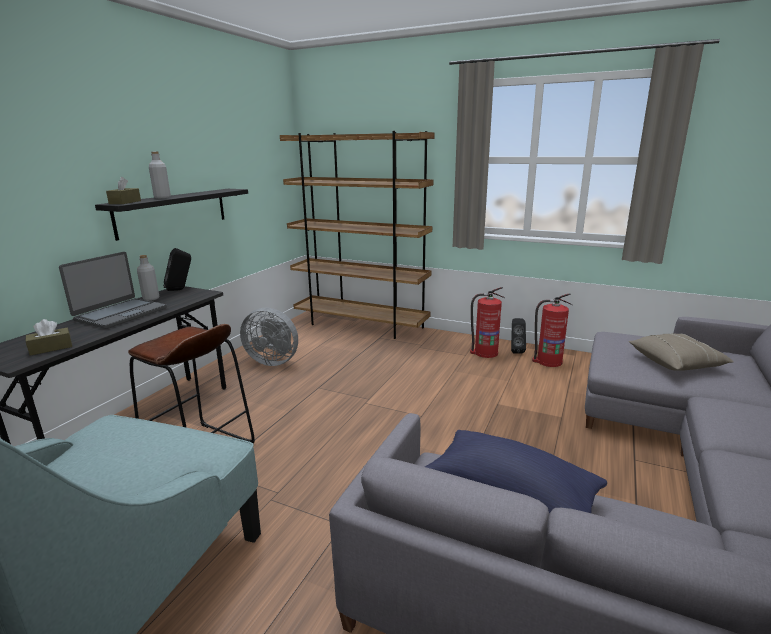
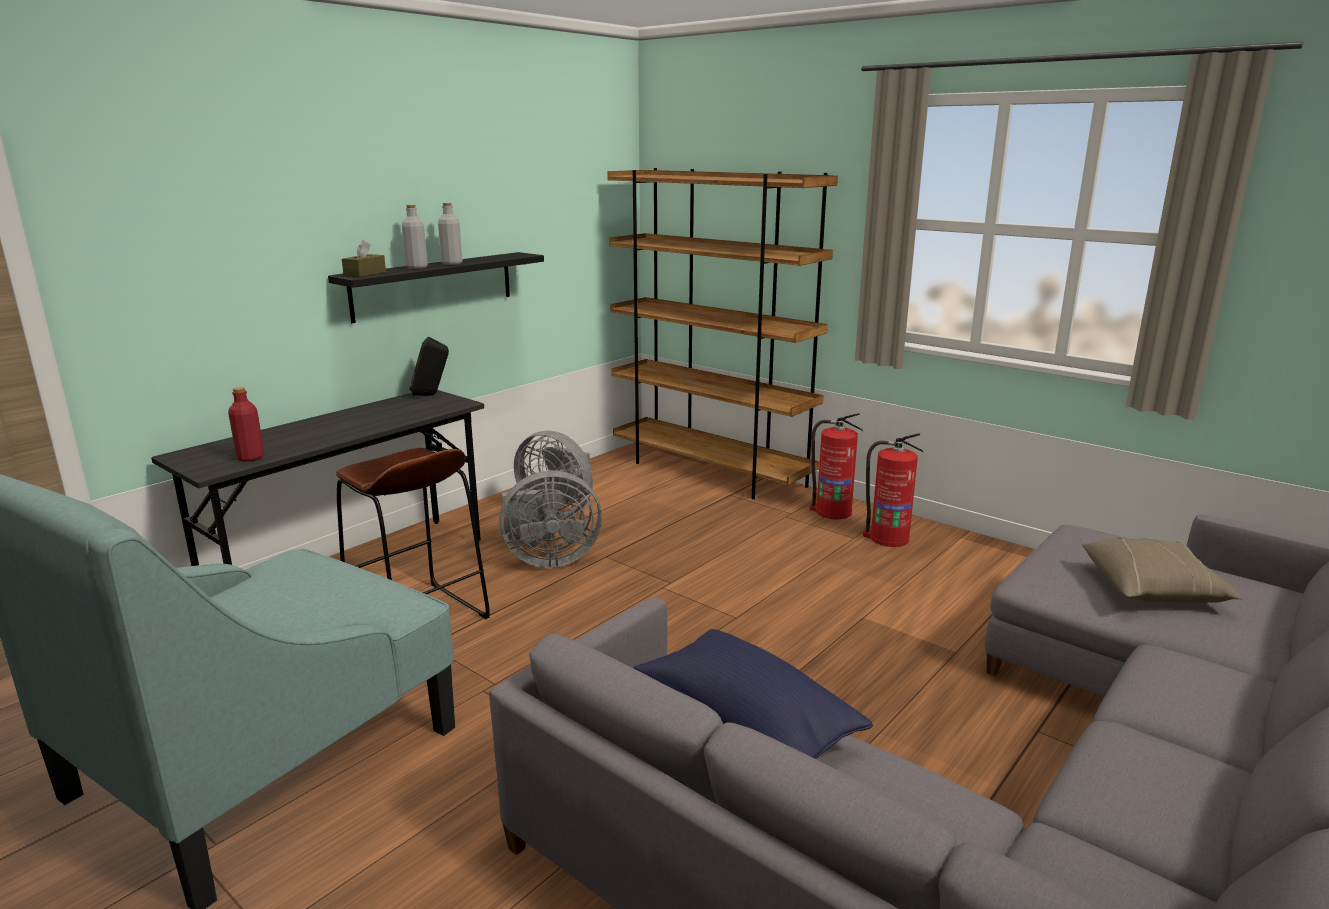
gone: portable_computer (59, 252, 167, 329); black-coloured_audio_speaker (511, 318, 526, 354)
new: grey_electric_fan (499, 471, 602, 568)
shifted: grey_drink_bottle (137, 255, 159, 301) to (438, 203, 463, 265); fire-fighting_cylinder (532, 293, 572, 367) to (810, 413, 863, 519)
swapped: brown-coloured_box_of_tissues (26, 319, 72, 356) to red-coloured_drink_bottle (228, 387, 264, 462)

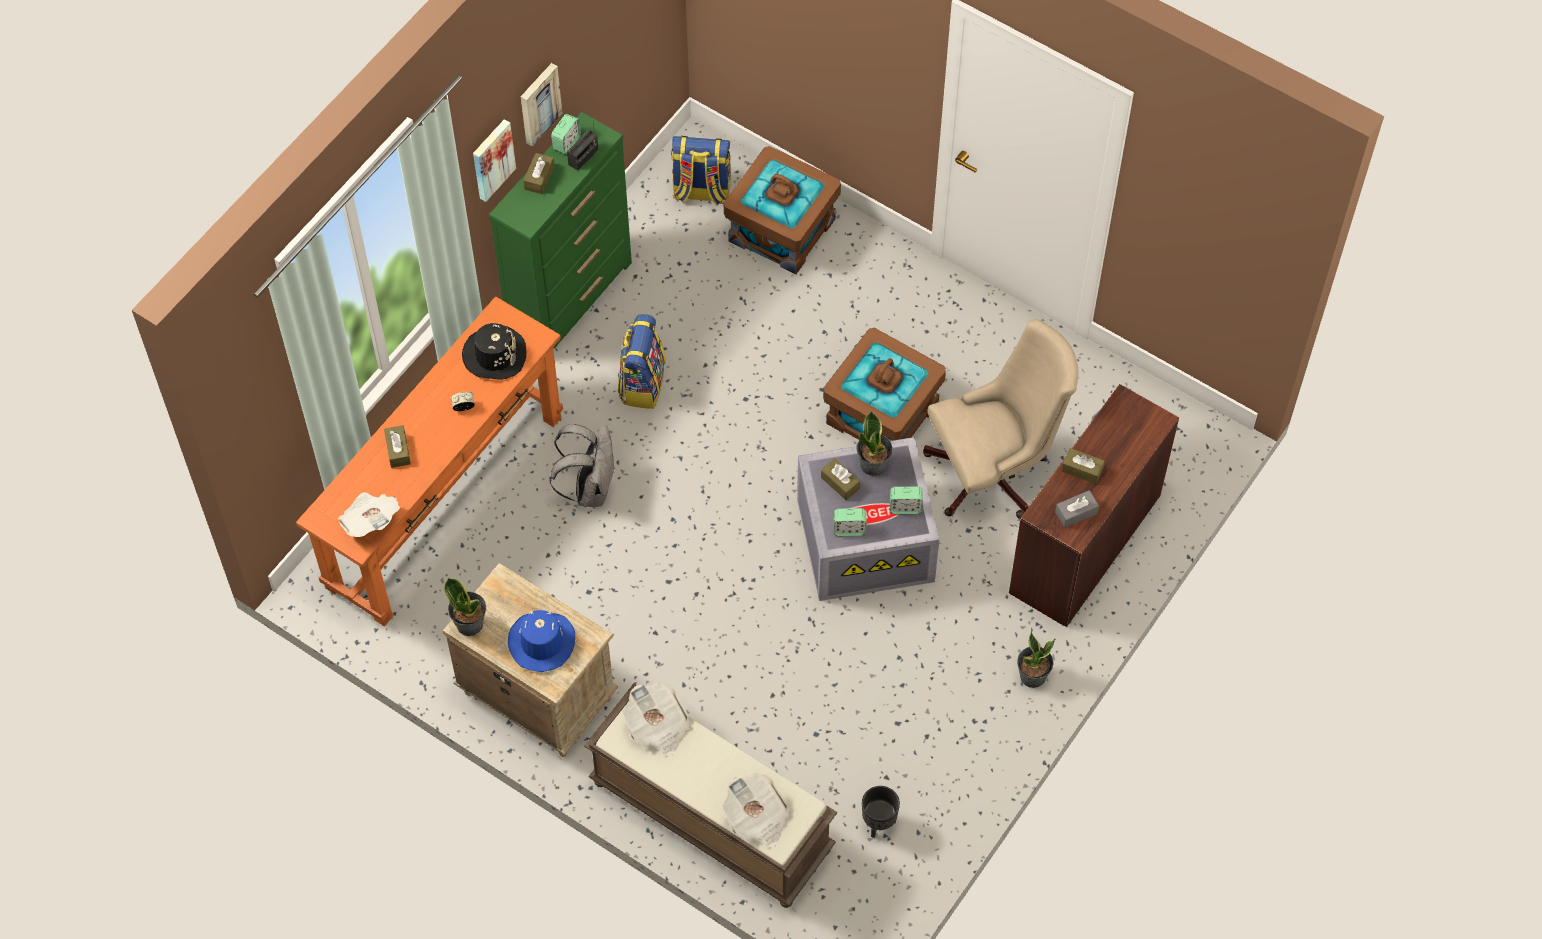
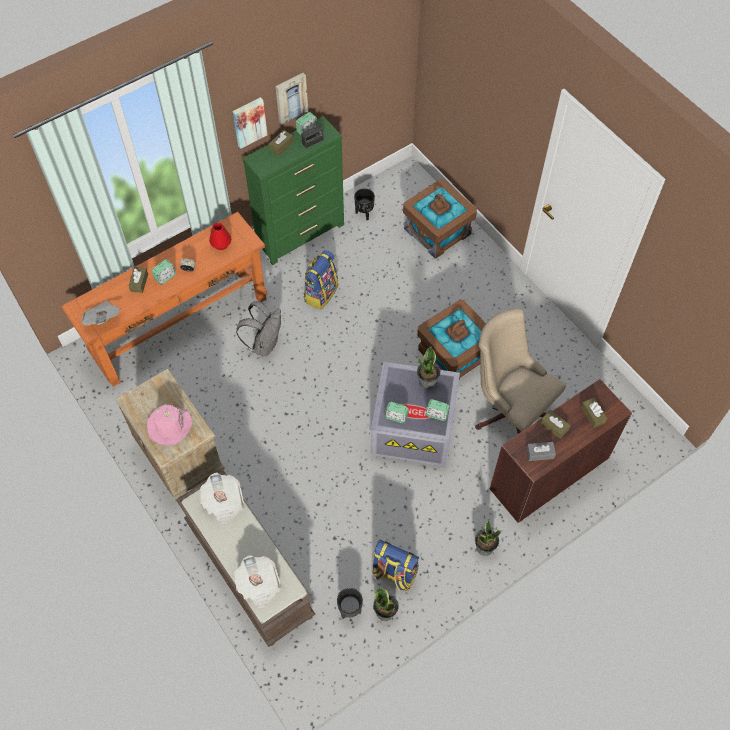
new: table_clock (152, 259, 176, 285); black-coloured_flower_pot (354, 188, 375, 220)
shifted: plant_in_a_pot (444, 578, 486, 636) to (373, 588, 399, 621); backpack (671, 136, 731, 206) to (372, 540, 419, 591); brown-coloured_box_of_tissues (821, 459, 860, 500) to (581, 398, 607, 428)
swapped: black-coloured_clothing_hat (462, 323, 526, 380) to red-coloured_vase (209, 222, 231, 250)
repainted: bluish_clothing_hat (508, 610, 575, 672) to pink-coloured_clothing_hat (147, 404, 192, 446)
rotated: beige_office_chair (923, 319, 1078, 519) = (475, 308, 566, 434) 135 degrees counterclockwise

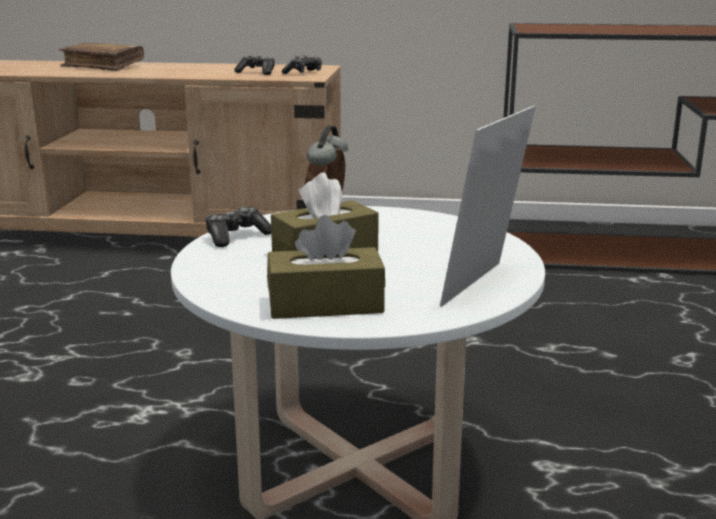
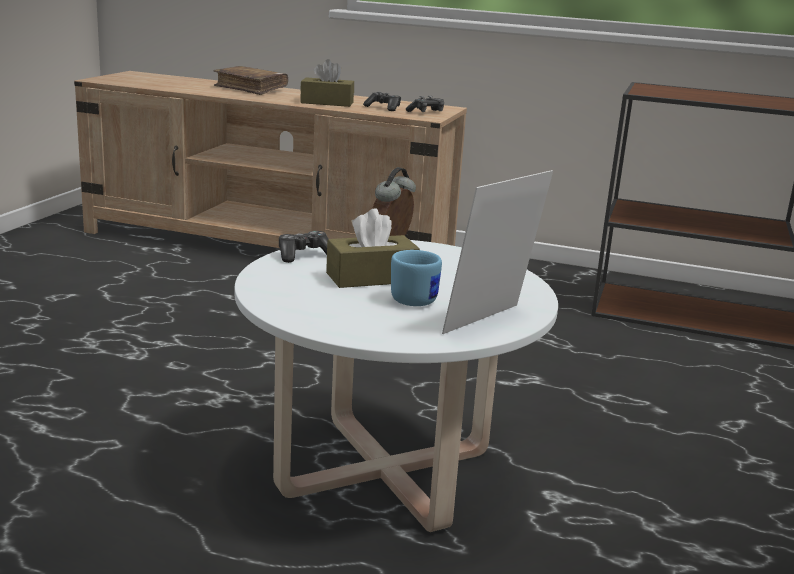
new: bluish_tea_mug (391, 250, 442, 306)
shifted: brown-coloured_box_of_tissues (267, 215, 385, 319) to (300, 59, 354, 107)

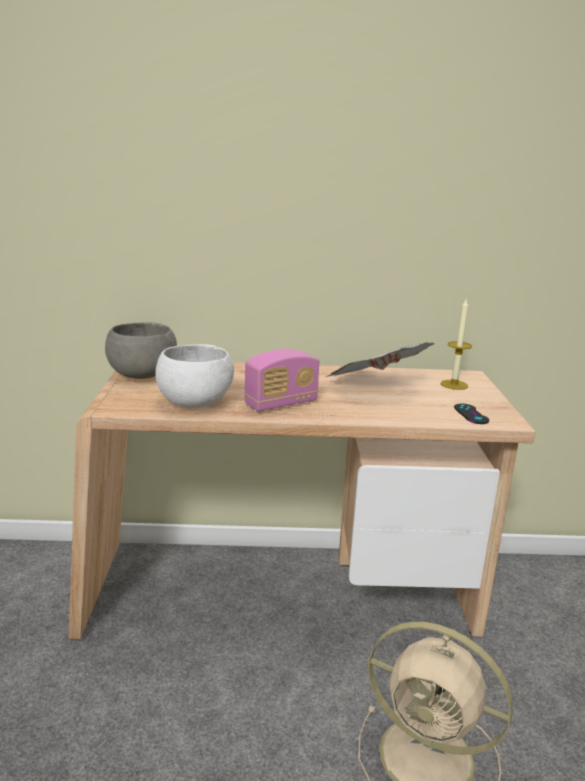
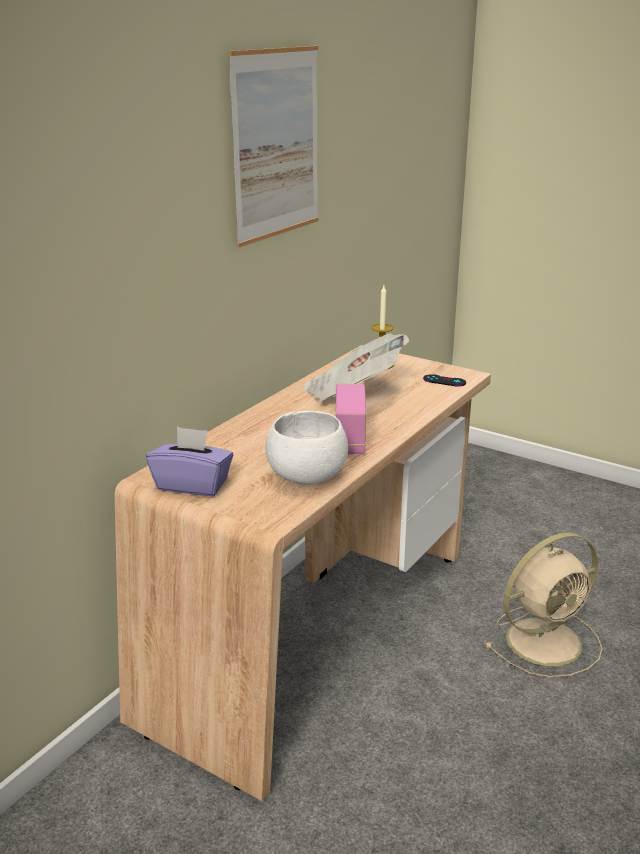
new: picture (228, 46, 318, 247)
swapped: grey_deep_dish (105, 322, 177, 379) to purple-coloured_box_of_tissues (146, 427, 233, 496)

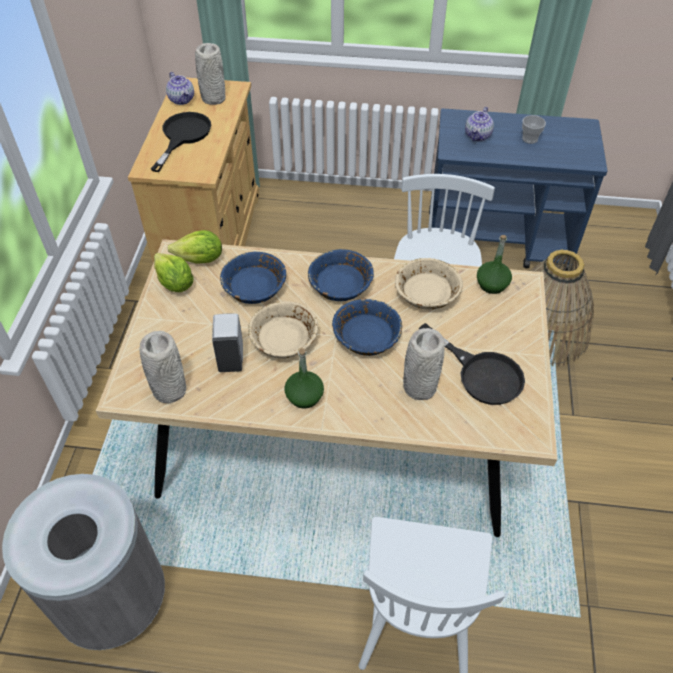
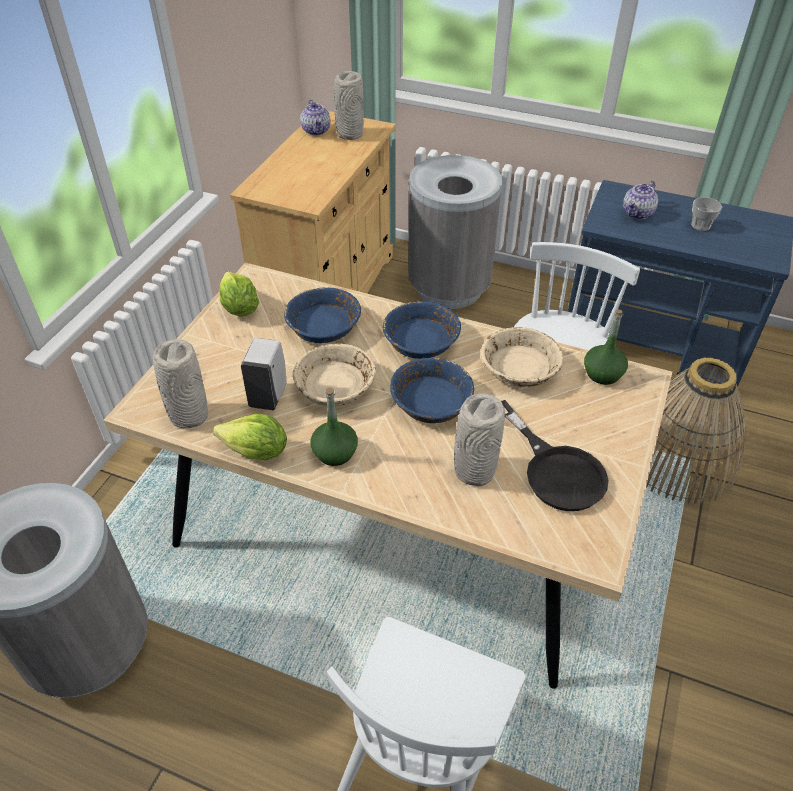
gone: black-coloured_frying_pan (151, 112, 211, 172)
new: grey_trash_can (408, 155, 502, 309)
shifted: head_of_lettuce (168, 230, 222, 264) to (213, 414, 287, 460)

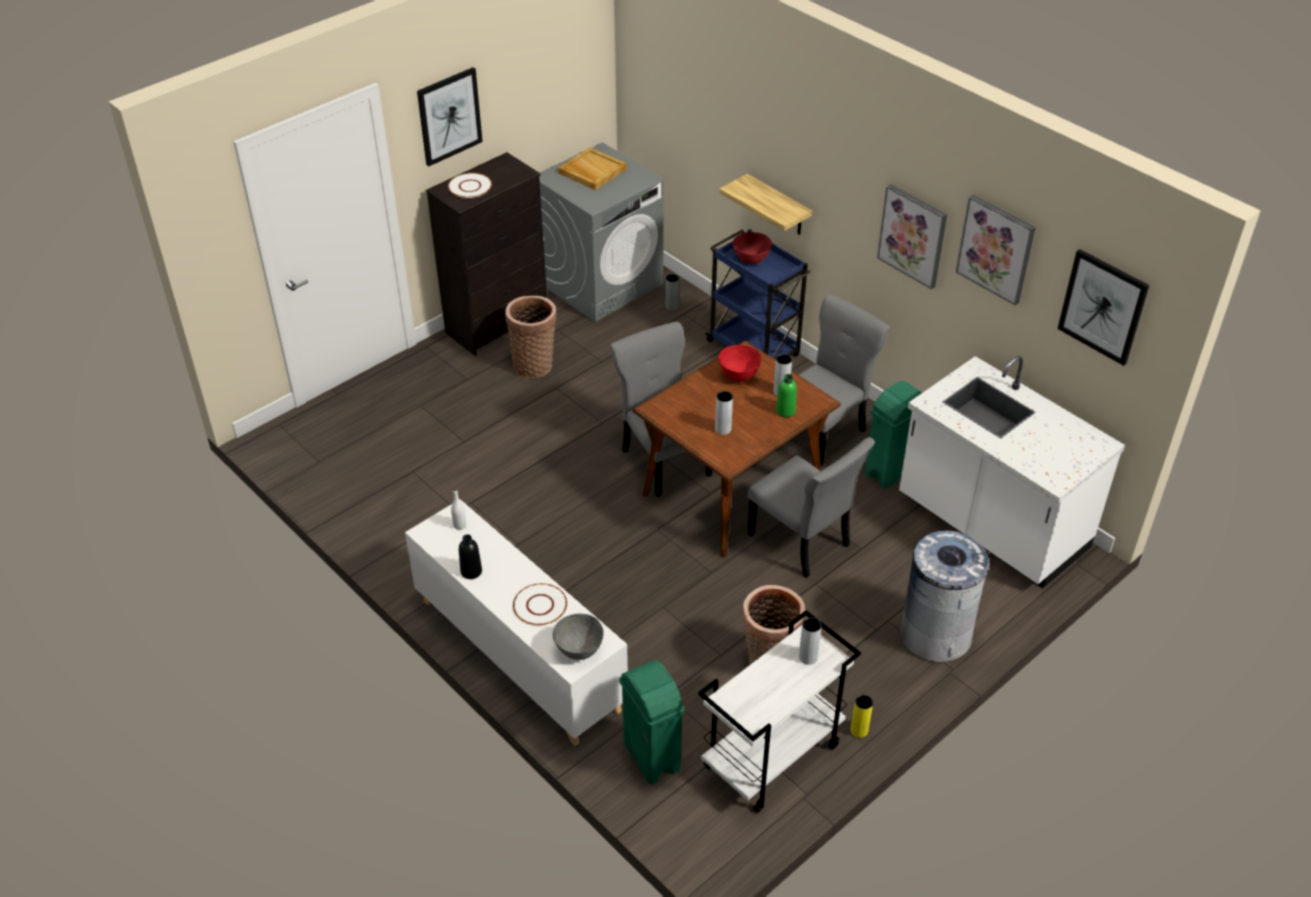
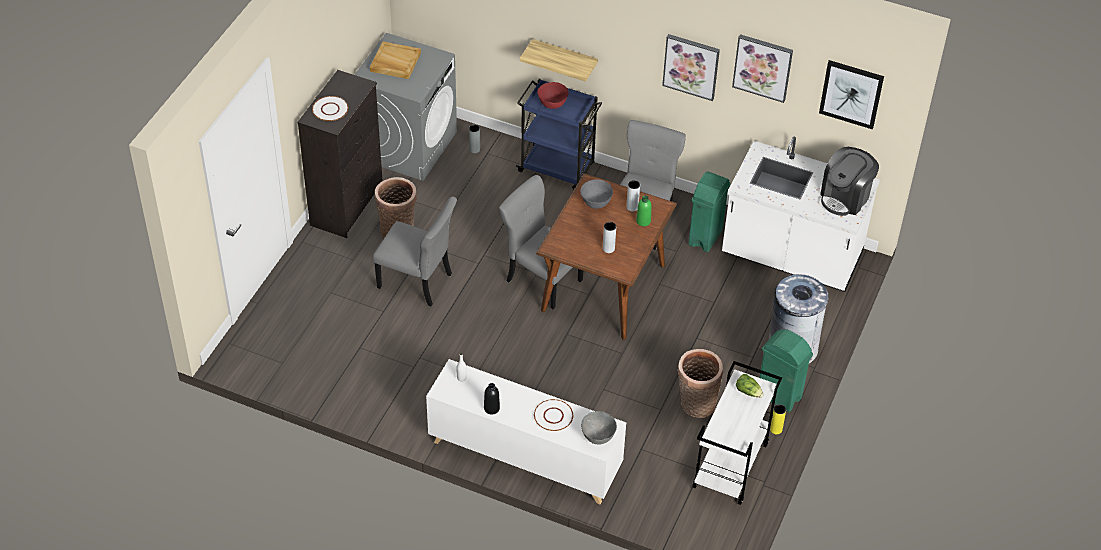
gone: picture (417, 67, 483, 166)
new: coffee_brewer (820, 147, 879, 216)
shifted: green_trash_can (619, 661, 685, 785) to (759, 329, 813, 412); grey_chair (748, 437, 875, 578) to (373, 197, 457, 306)
swapped: grey_vase (799, 617, 822, 665) to head_of_lettuce (736, 374, 764, 398)
repainted: red-coloured_deep_dish (718, 345, 761, 382) to grey_deep_dish (580, 180, 613, 209)

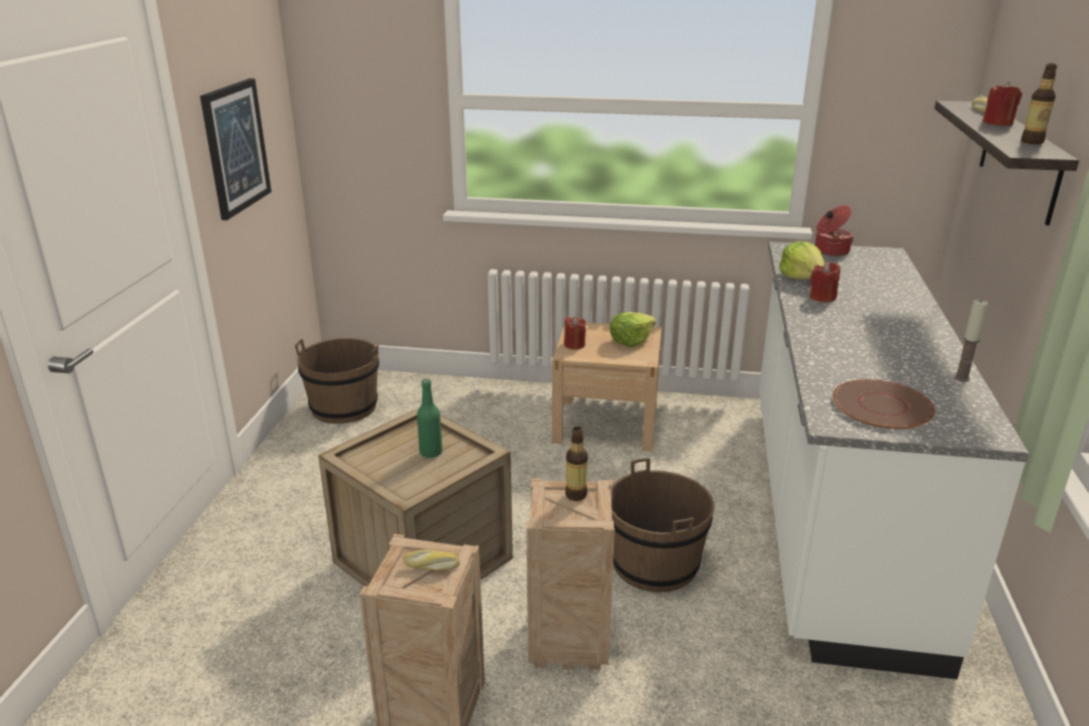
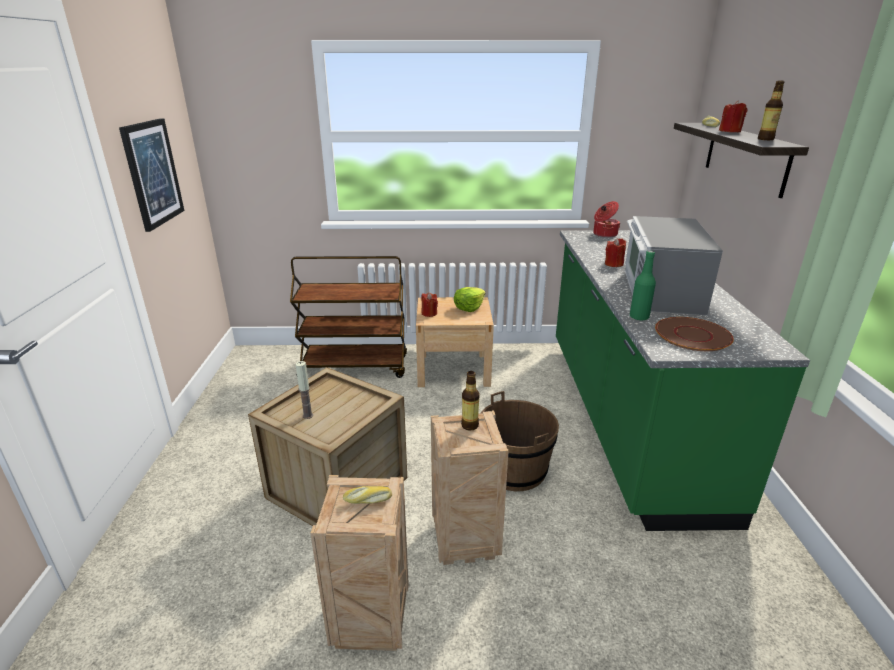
gone: brown-coloured_bucket (295, 338, 379, 424); head_of_lettuce (779, 241, 825, 279)
new: brown-coloured_trolley (290, 256, 407, 378); kitchen_microwave (625, 216, 723, 315)
shifted: green_drink_bottle (417, 379, 443, 458) to (630, 251, 656, 321); wax_candle (954, 300, 988, 382) to (295, 361, 313, 419)
repainted: whitish_counter (759, 242, 1029, 679) to green_counter (556, 230, 810, 531)

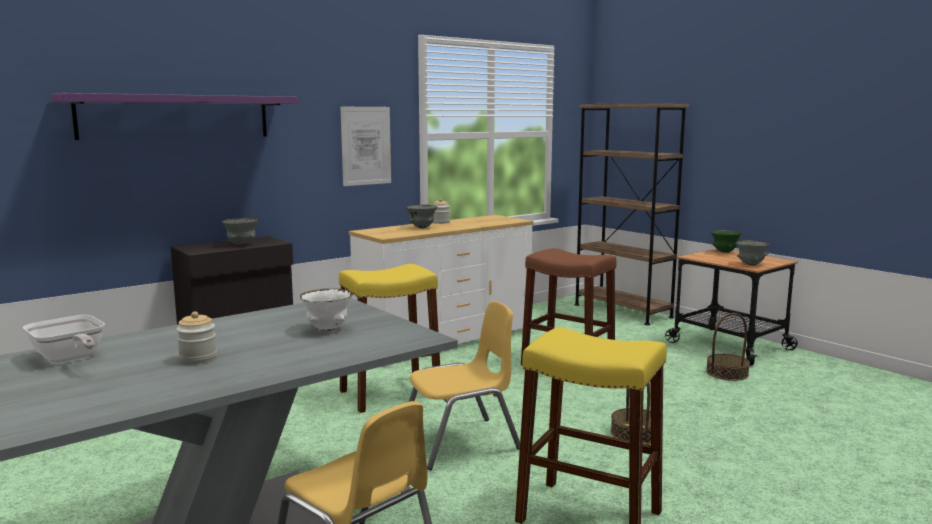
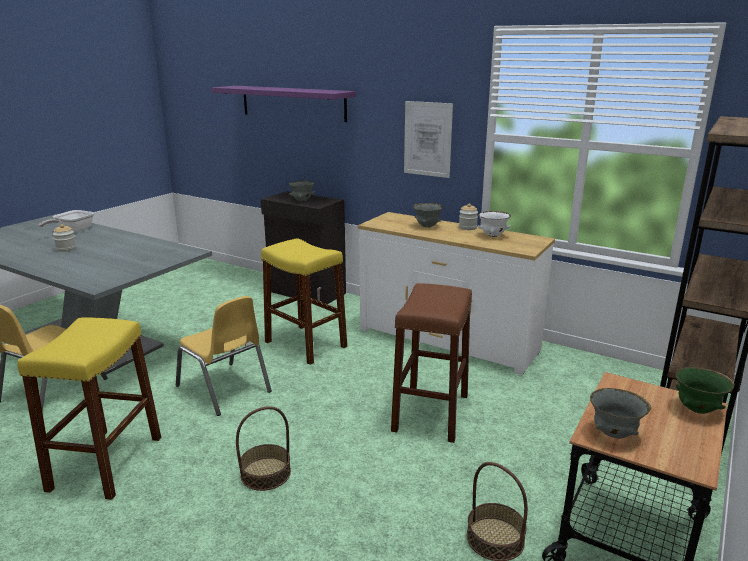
shifted: whitish_deep_dish (299, 289, 353, 331) to (478, 211, 511, 237)

